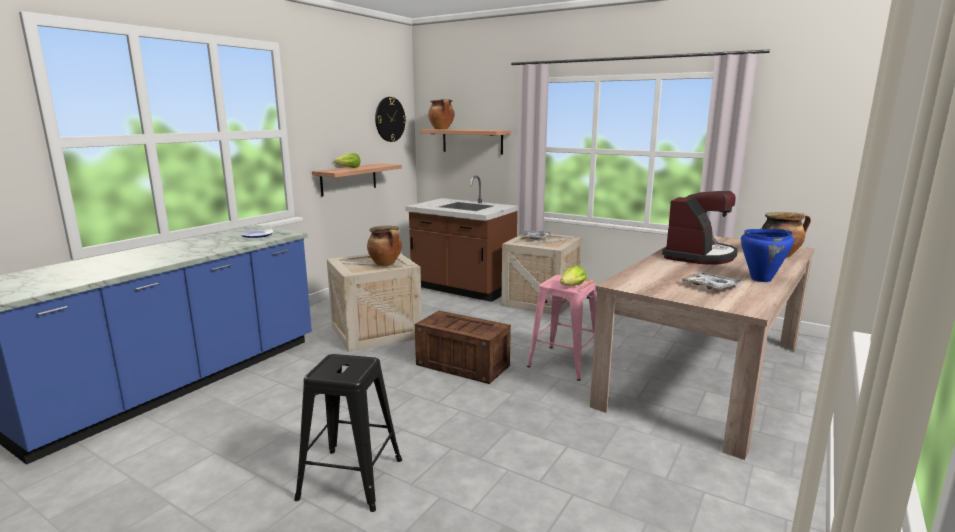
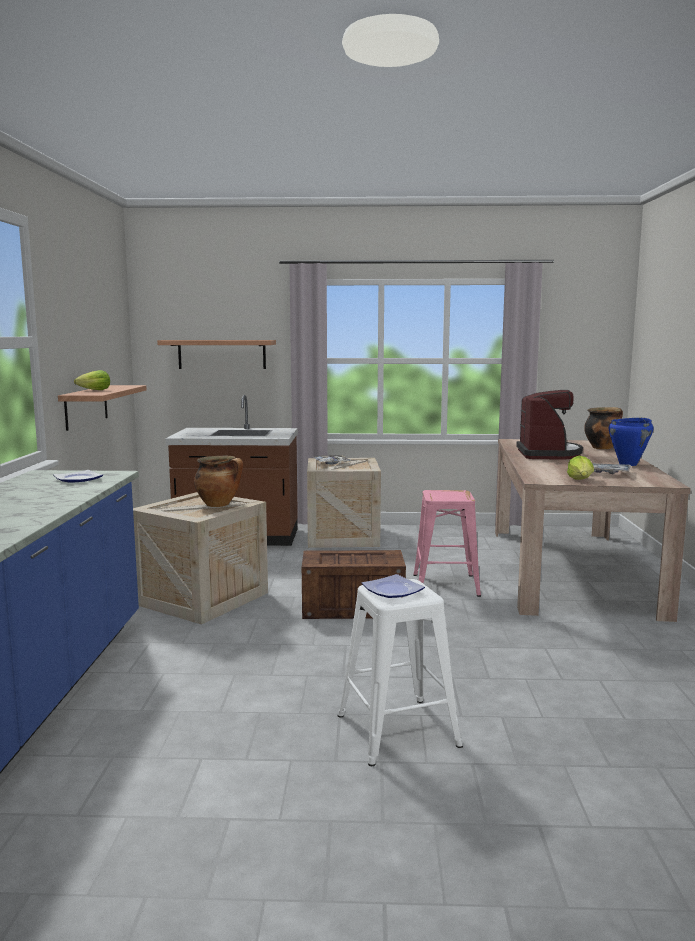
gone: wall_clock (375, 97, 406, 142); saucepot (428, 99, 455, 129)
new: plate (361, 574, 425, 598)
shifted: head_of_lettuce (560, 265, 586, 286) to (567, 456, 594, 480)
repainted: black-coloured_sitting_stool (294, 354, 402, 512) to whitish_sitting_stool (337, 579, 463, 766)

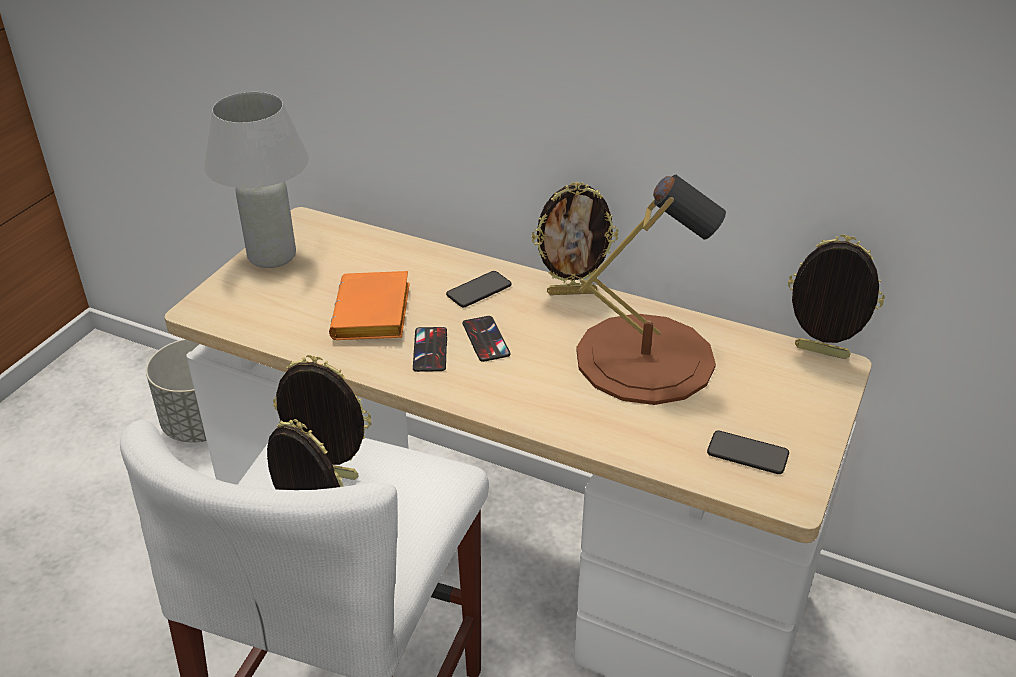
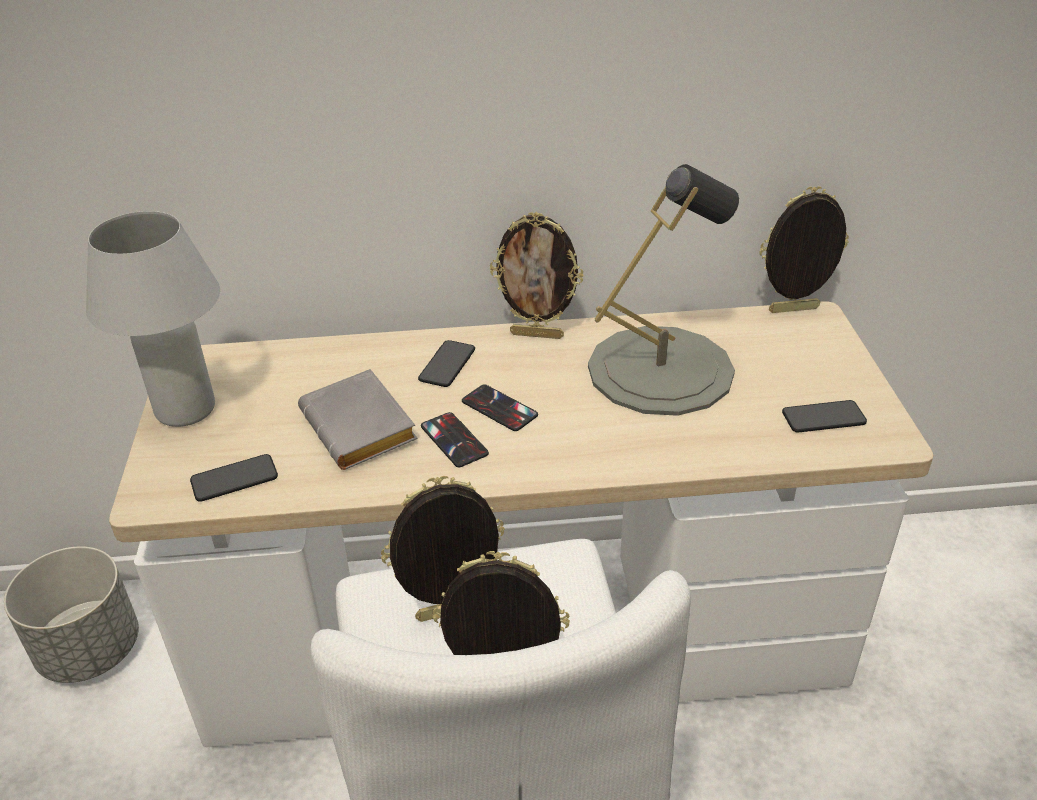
new: phone (190, 454, 278, 502)
repainted: orangey_book (329, 271, 410, 340) to grey_book (298, 369, 418, 470); brown-coloured_lamp_for_a_table (576, 175, 726, 405) to grey_lamp_for_a_table (588, 164, 739, 416)
rotated: photo_frame (531, 181, 618, 295) = (490, 212, 584, 339) 45 degrees clockwise

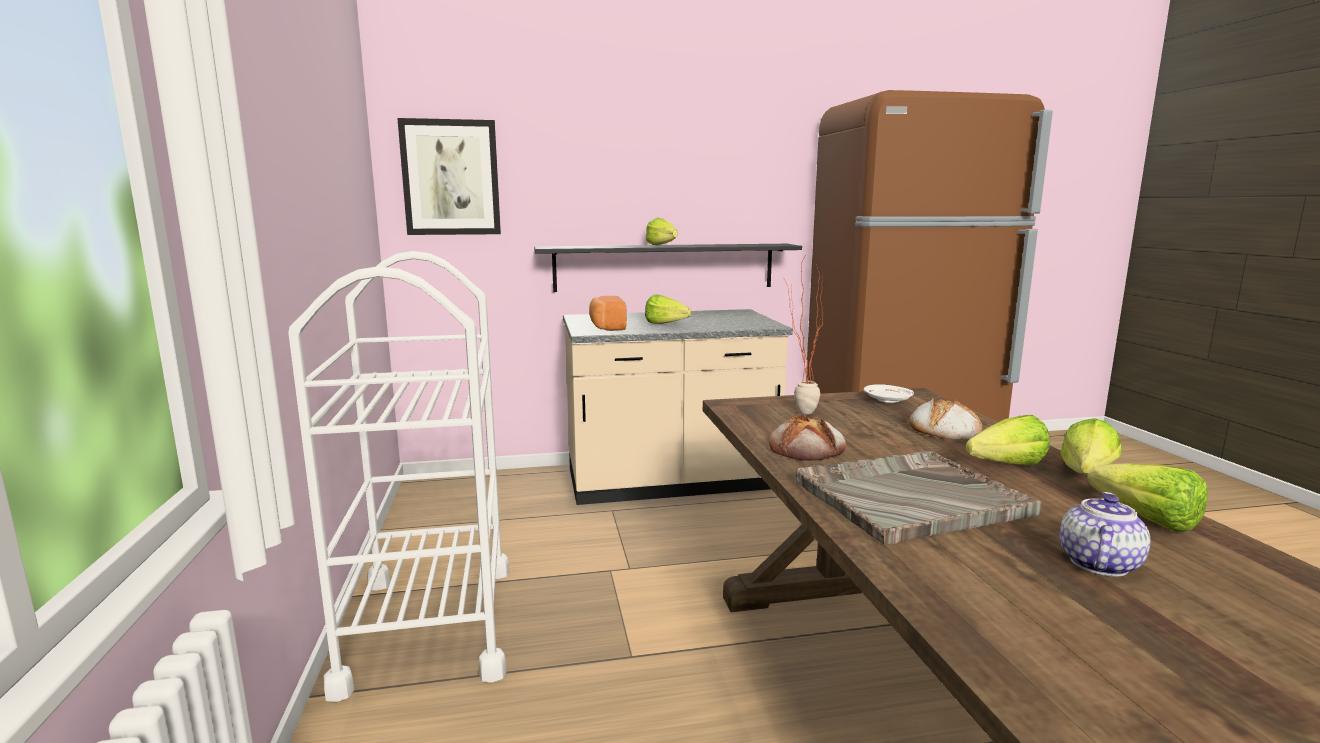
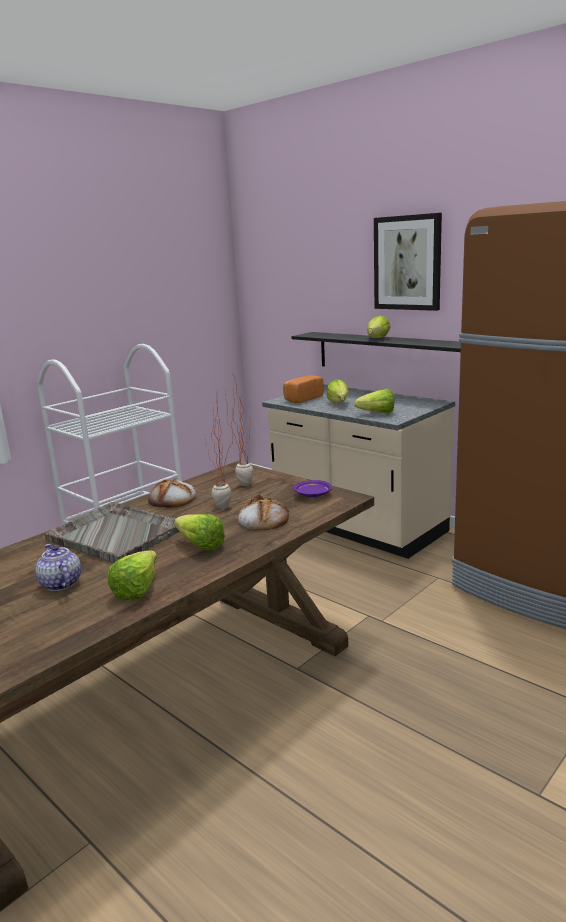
new: plant_in_a_pot (204, 391, 233, 509)
shifted: picture (397, 118, 501, 235) to (374, 213, 442, 311); head_of_lettuce (1060, 418, 1122, 475) to (354, 389, 394, 413)
repainted: whitish_plate (864, 384, 914, 403) to purple-coloured_plate (294, 480, 332, 498)
rotated: teapot (1060, 492, 1151, 577) = (35, 544, 81, 591) 120 degrees counterclockwise

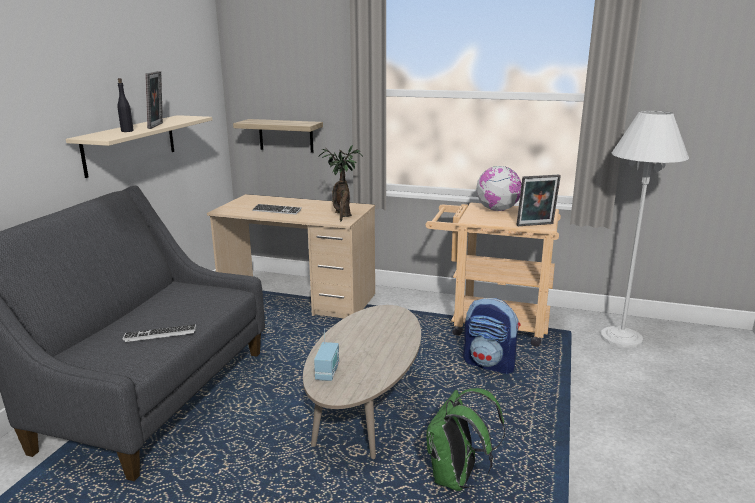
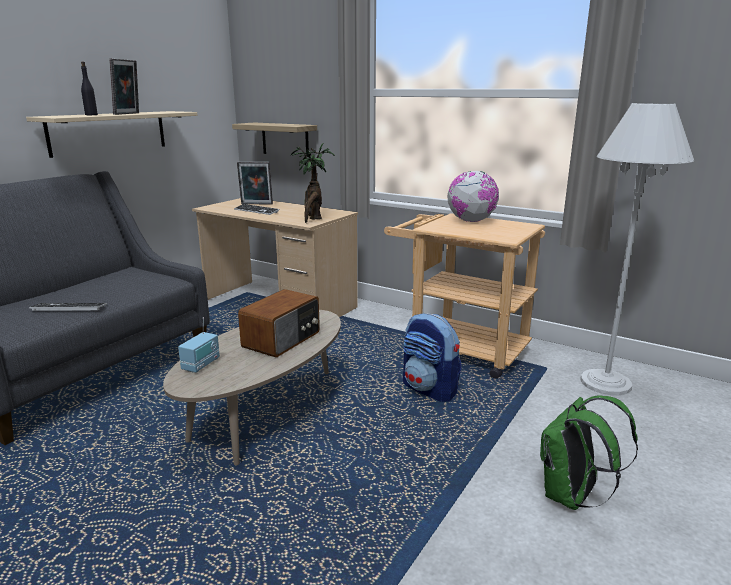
new: radio_receiver (238, 289, 320, 357)
shifted: green_backpack (426, 388, 505, 491) to (540, 395, 638, 510); photo_frame (516, 175, 561, 226) to (237, 162, 273, 205)

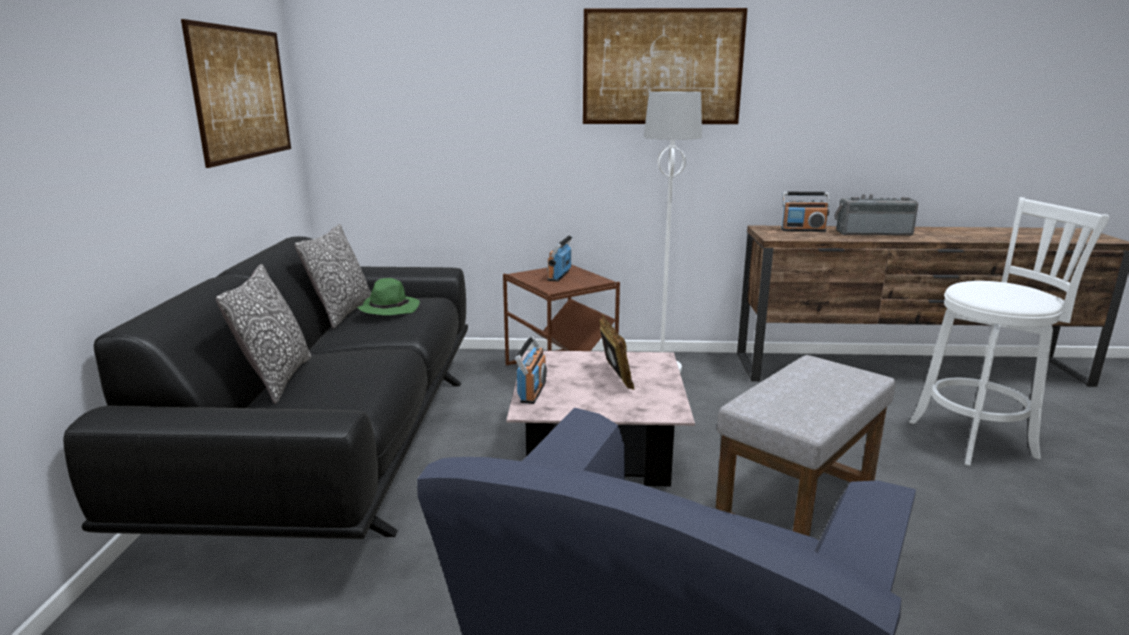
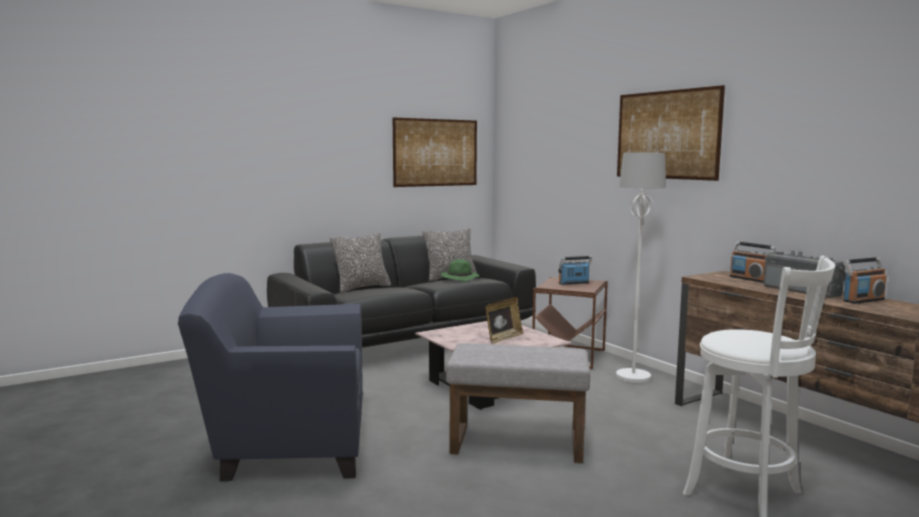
shifted: radio_receiver (515, 336, 547, 404) to (843, 257, 887, 304)

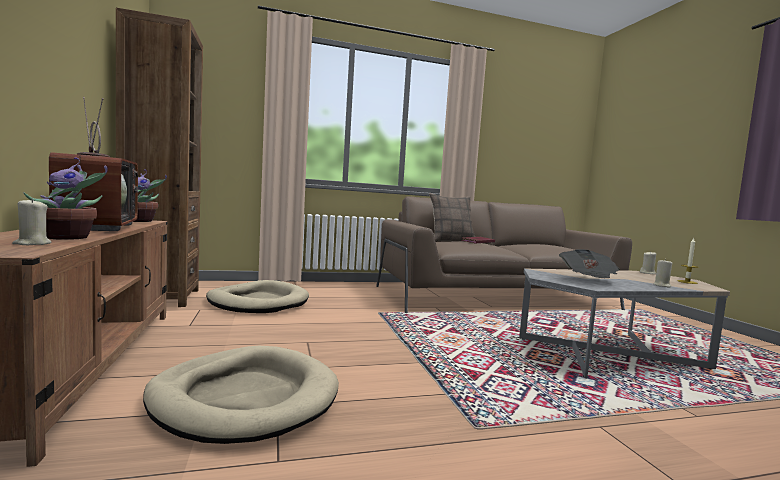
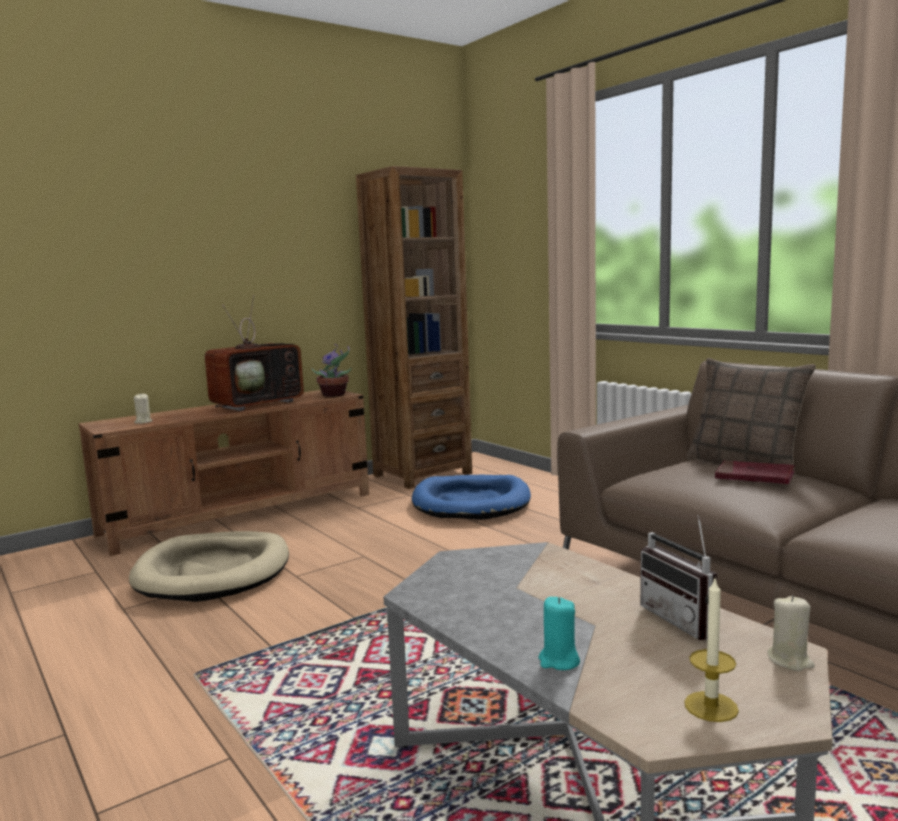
gone: plant_in_a_pot (23, 157, 108, 240); newspaper (559, 249, 620, 278)
new: radio_receiver (640, 515, 717, 640)
repainted: beige_dog_cushion (206, 280, 309, 313) to bluish_dog_cushion (412, 475, 531, 520); beige_wax_candle (653, 259, 672, 288) to turquoise_wax_candle (538, 597, 580, 670)

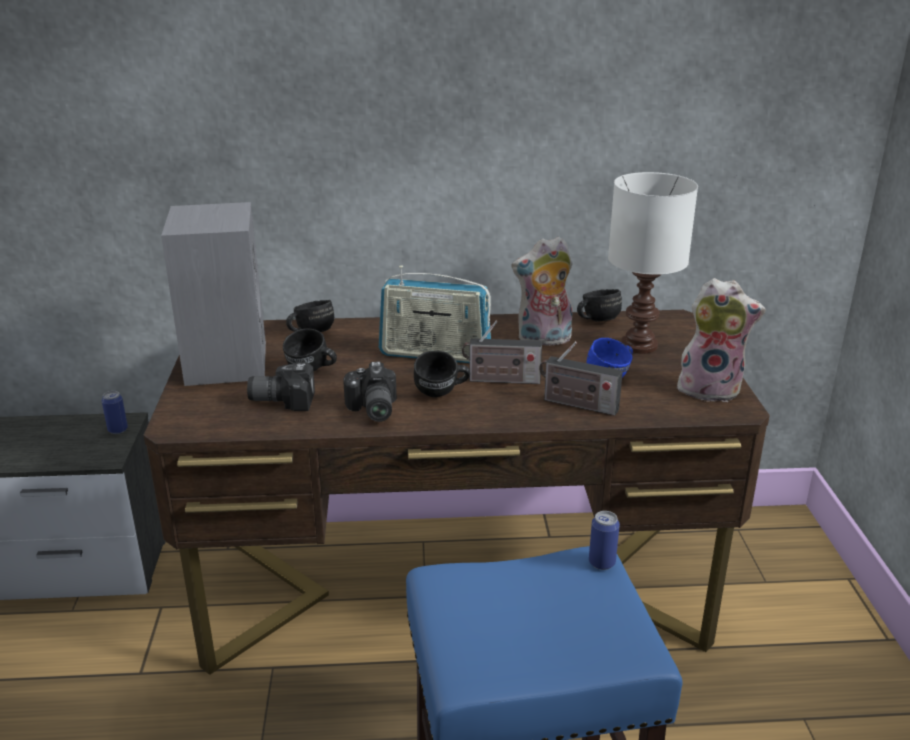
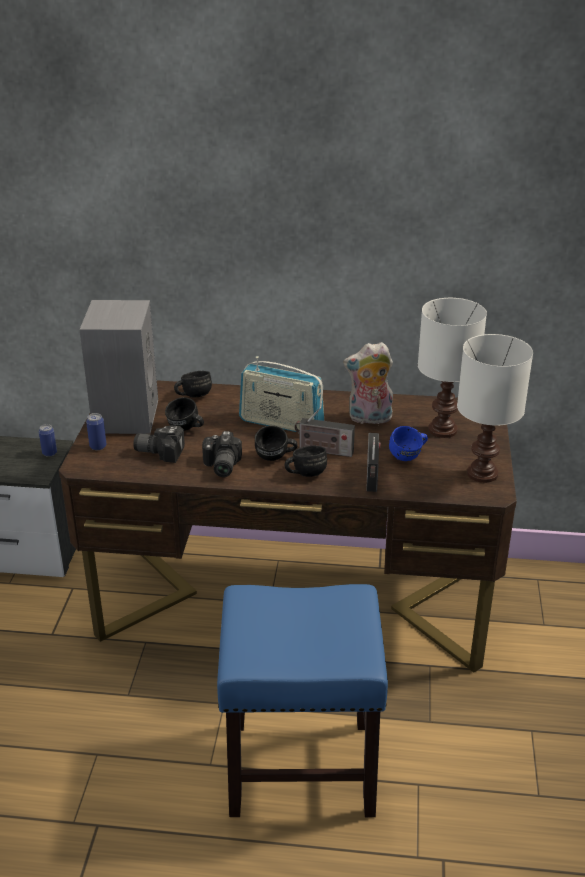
shifted: black-coloured_tea_mug (577, 289, 622, 321) to (285, 446, 327, 477); can (589, 511, 620, 570) to (86, 413, 106, 450)
swapped: plush_toy (677, 278, 766, 402) to whitish_lamp_for_a_table (457, 334, 533, 483)
rotated: radio_receiver (539, 342, 623, 416) = (366, 433, 380, 492) 120 degrees counterclockwise

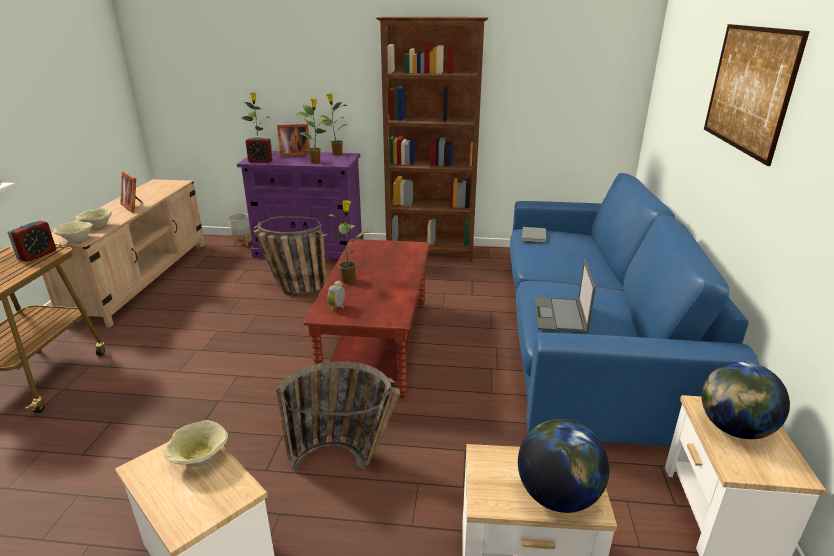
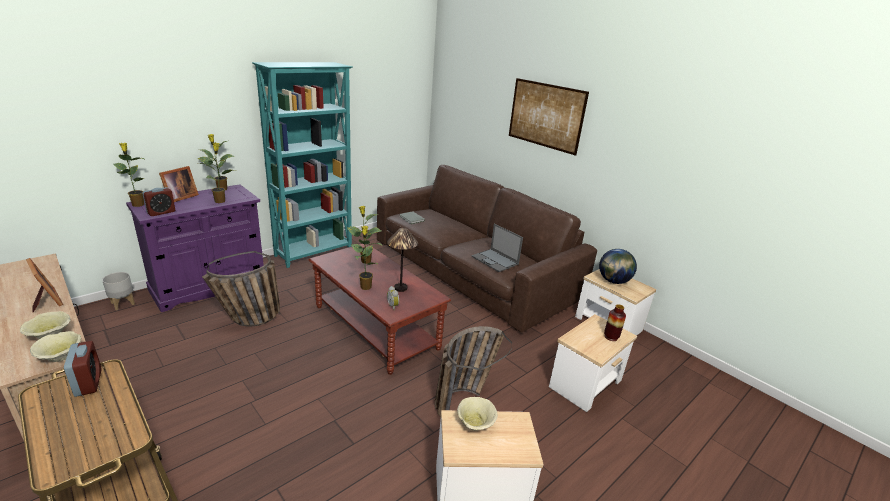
new: plant_in_a_pot (347, 206, 381, 264); lamp_for_a_table (387, 228, 418, 292)
swapped: globe (518, 419, 610, 513) to vase (604, 304, 626, 341)
repainted: brown-coloured_shelving_unit (376, 17, 488, 261) to turquoise_shelving_unit (252, 62, 353, 268); bluish_couch (510, 173, 759, 447) to brown-coloured_couch (377, 165, 597, 332)
rotated: photo_frame (120, 171, 143, 212) = (26, 258, 63, 312) 135 degrees counterclockwise

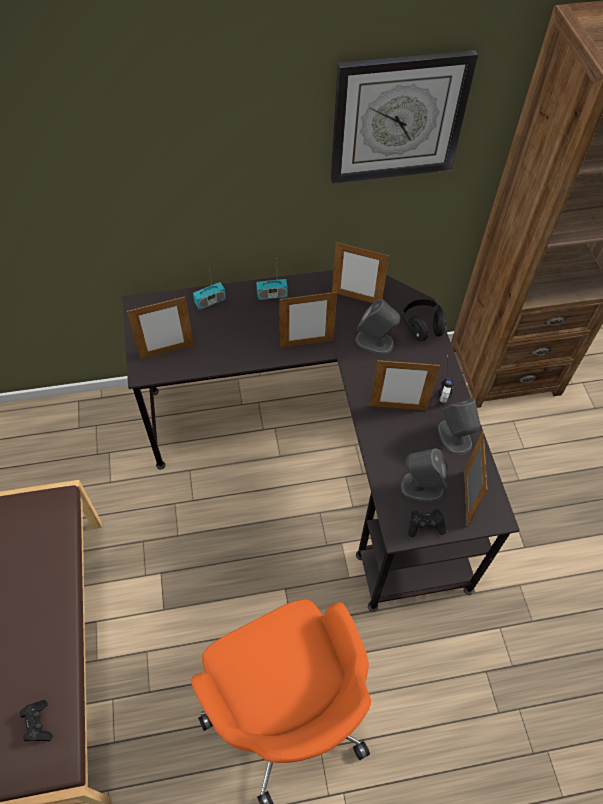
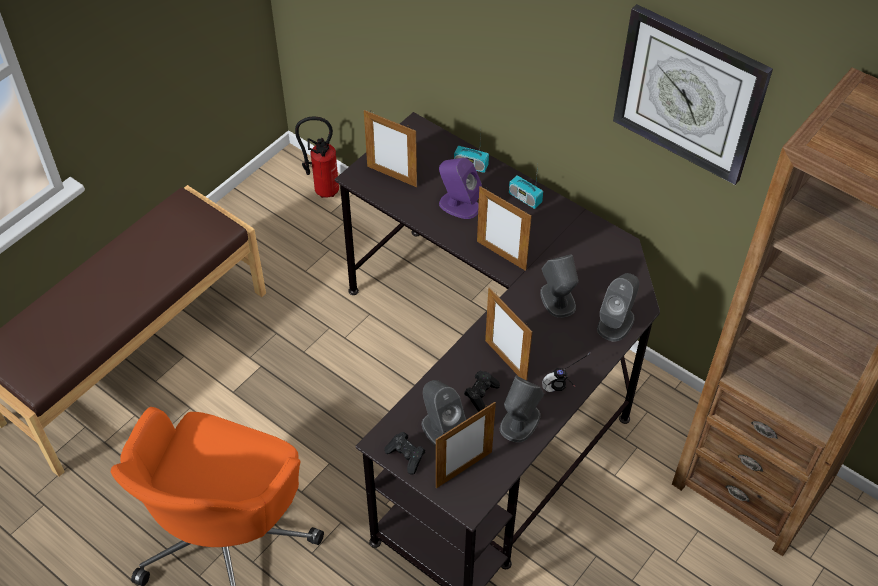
gone: photo_frame (332, 242, 390, 303)
new: fire-fighting_cylinder (295, 117, 339, 198); purple-coloured_audio_speaker (439, 158, 482, 219)
shifted: black-coloured_joypad (20, 700, 53, 742) to (464, 371, 500, 412)
swapped: black-coloured_headset (402, 299, 447, 341) to grey_audio_speaker (597, 273, 639, 342)

